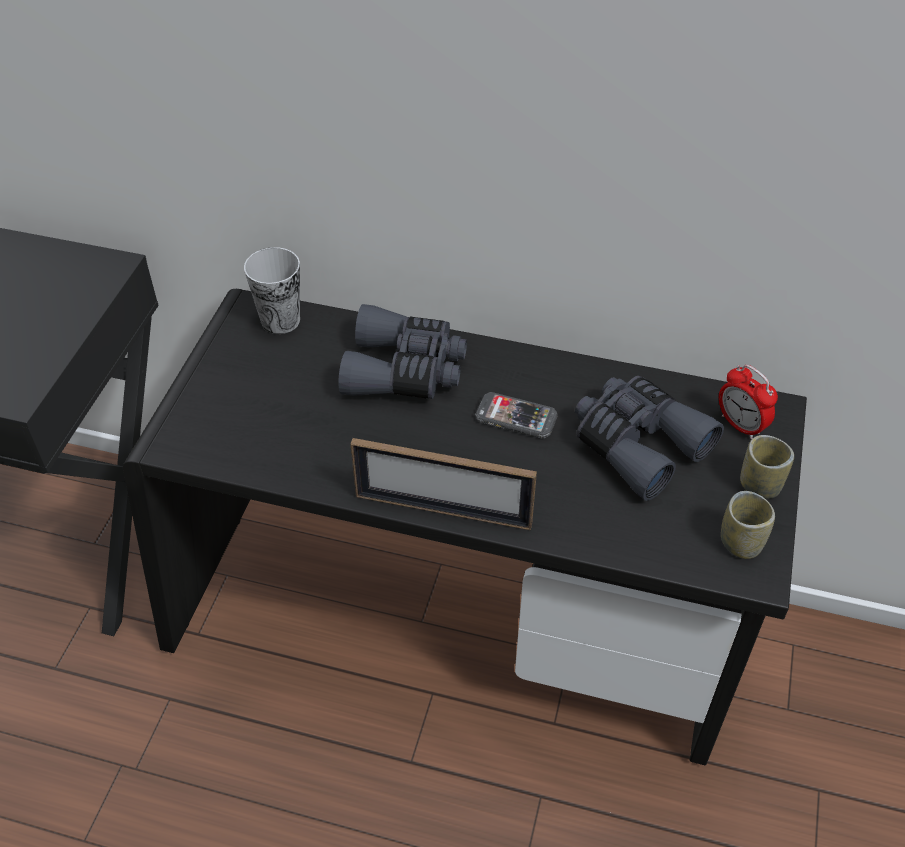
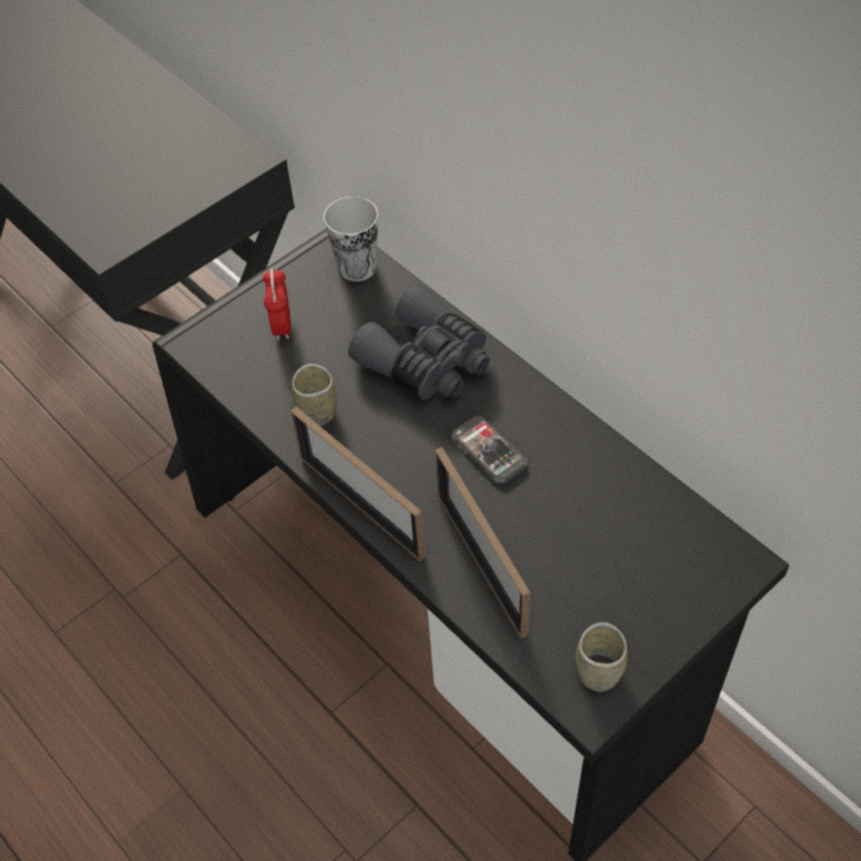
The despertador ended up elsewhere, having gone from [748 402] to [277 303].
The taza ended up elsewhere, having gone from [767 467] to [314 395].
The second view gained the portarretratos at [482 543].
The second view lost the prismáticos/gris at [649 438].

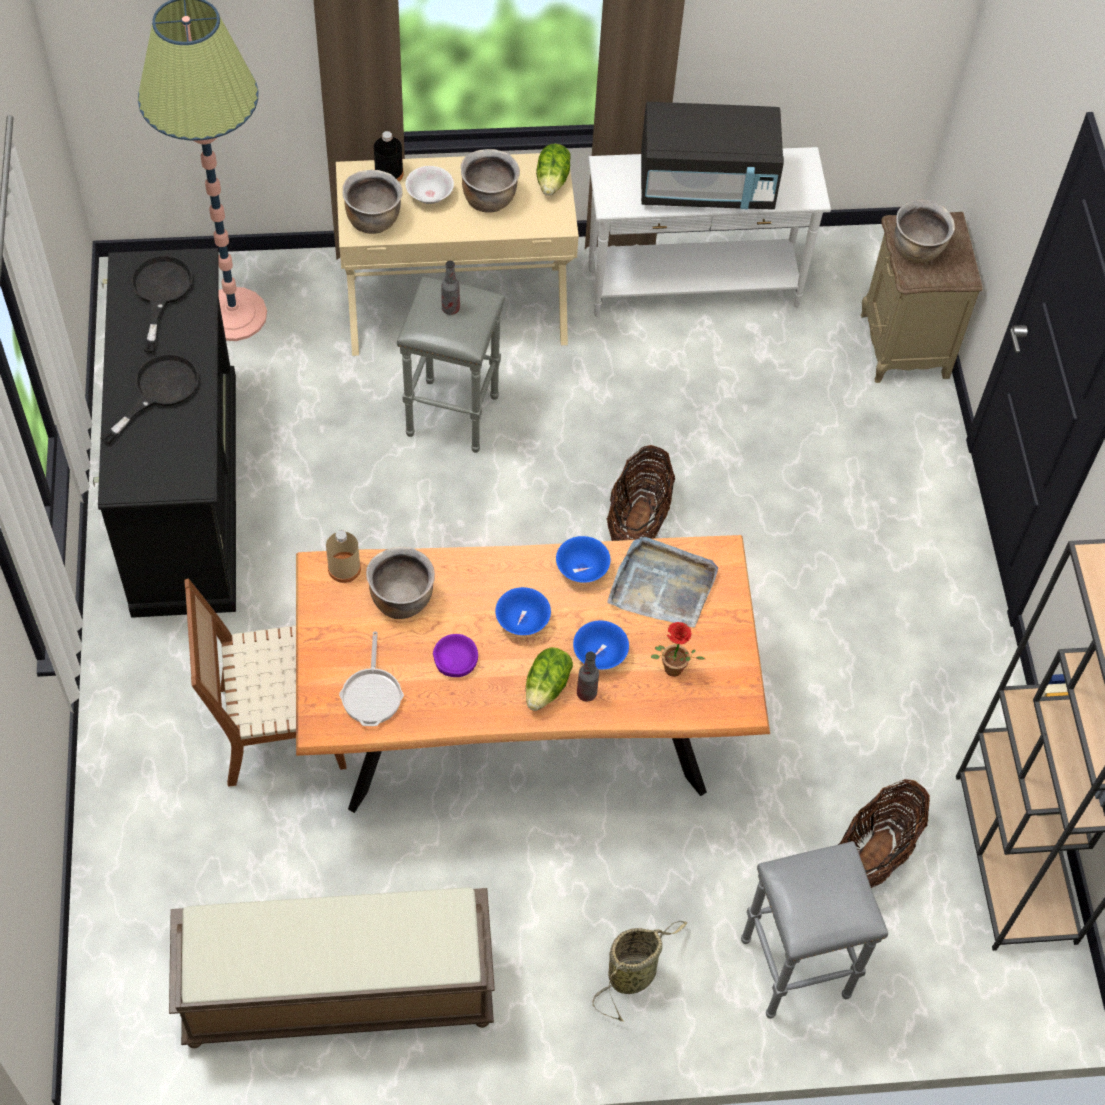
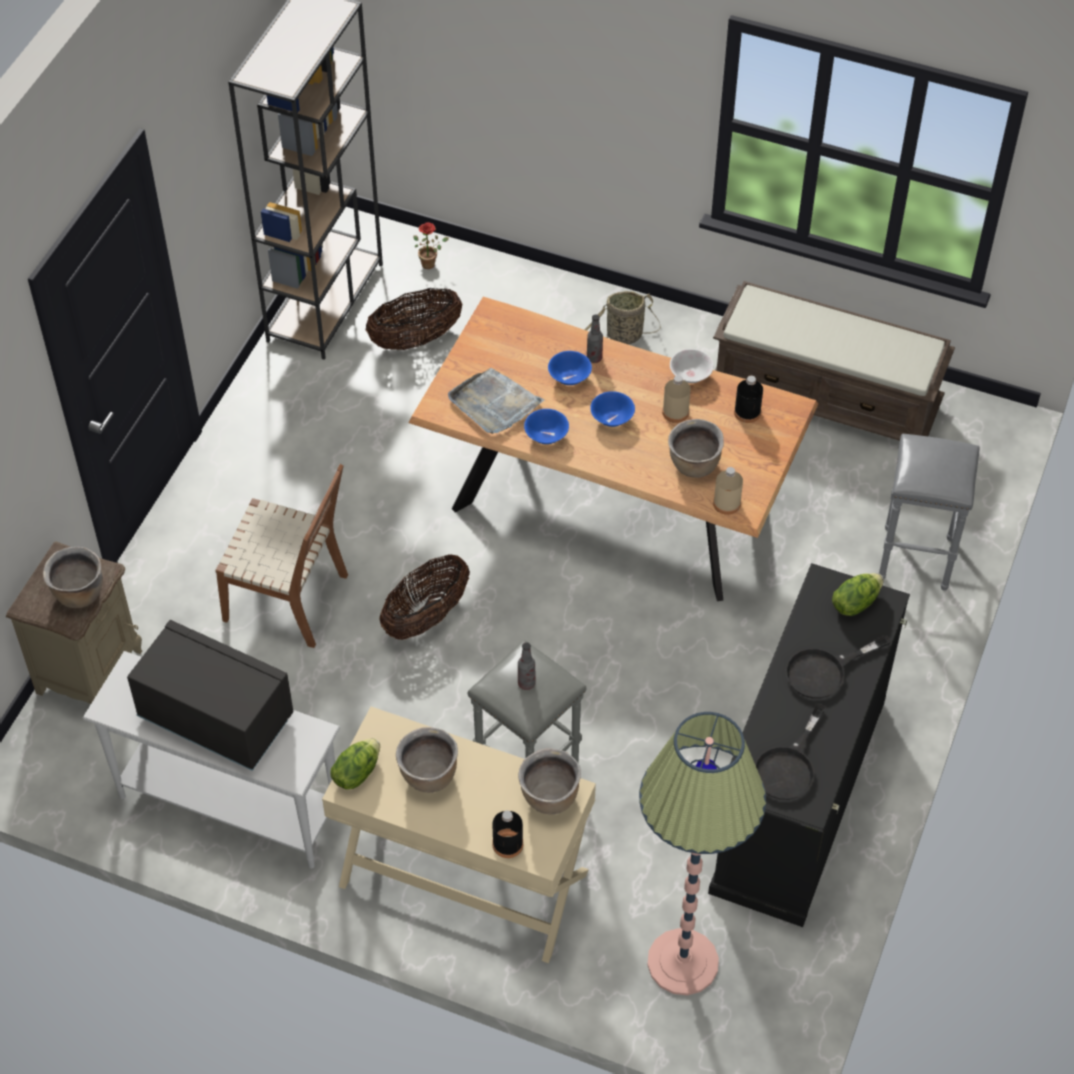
The silla ended up elsewhere, having gone from [265 682] to [281 556].
The planta en maceta ended up elsewhere, having gone from [678 649] to [431 246].
Where the cuenco/morado stood at [455 655], the botella/beis came to stand at [676 399].
The cuenco/blanco ended up elsewhere, having gone from [429 185] to [692 366].
Where the sartén stood at [371 678], the botella/negro came to stand at [748 399].
The lechuga ended up elsewhere, having gone from [549 679] to [857 594].
The taburete/gris ended up elsewhere, having gone from [814 930] to [929 512].

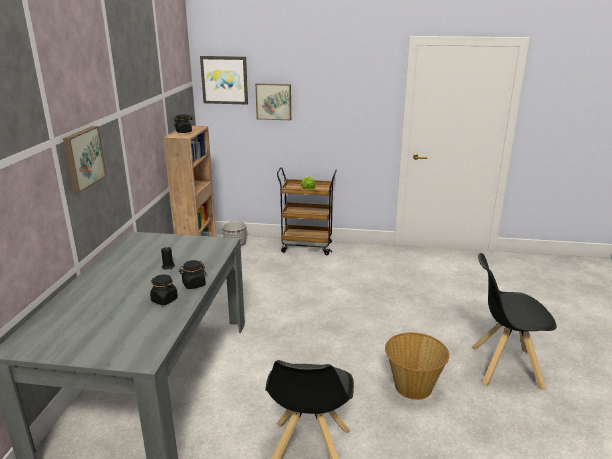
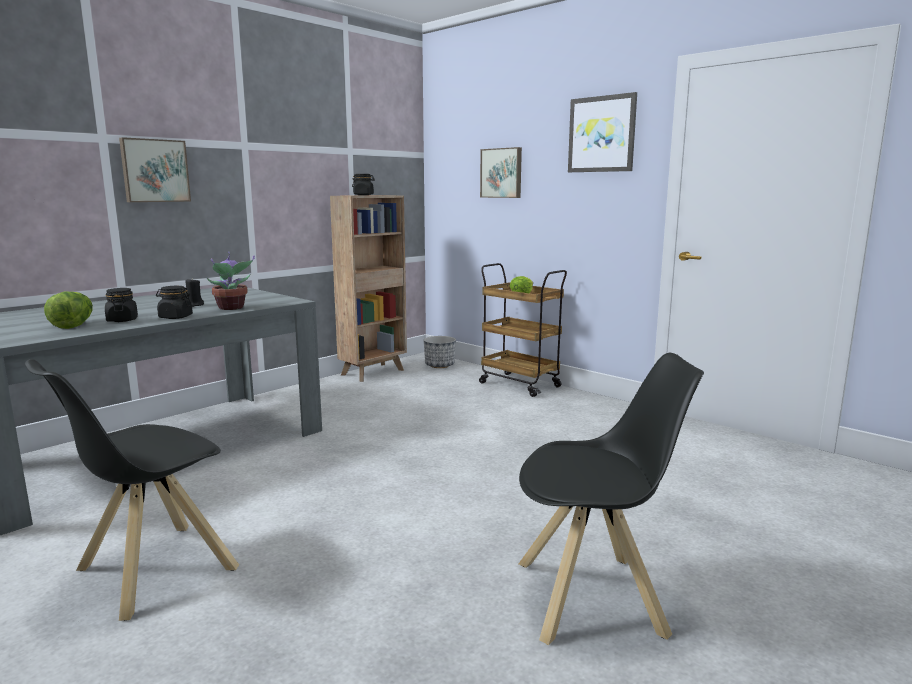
The second view gained the lechuga at [68 310].
The second view gained the planta en maceta at [230 280].
The silla/negro at [513 321] ended up facing another way, 135 degrees clockwise from before.
The cuadro ended up elsewhere, having gone from [224 80] to [602 132].
The second view lost the cesta at [417 366].

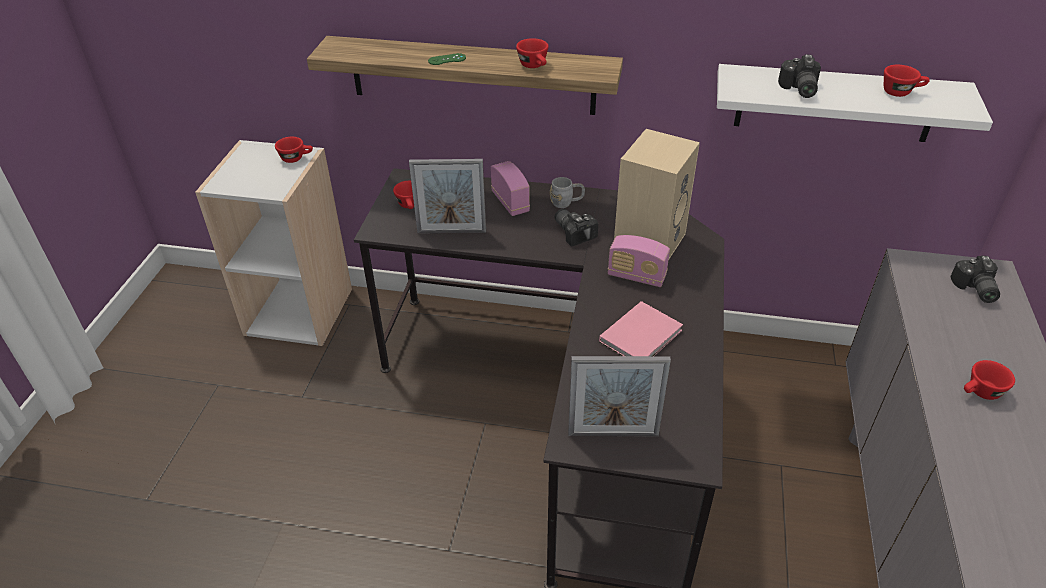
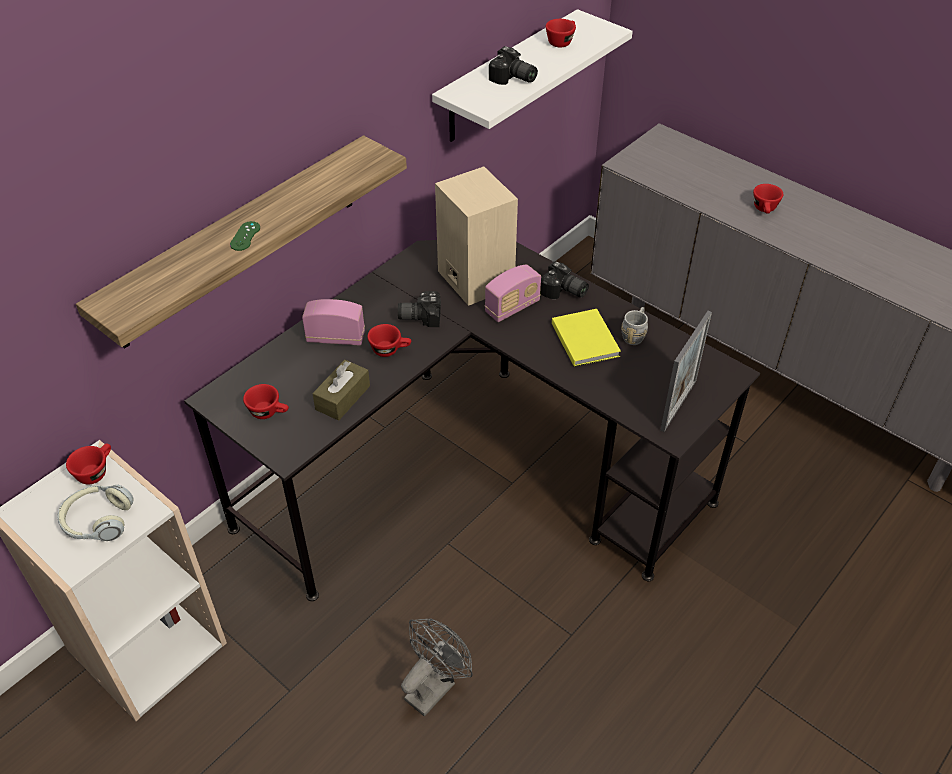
The second view gained the auriculares at [95 513].
Where the portarretratos stood at [447 196], the caja de pañuelos/marrón came to stand at [341 390].
The taza/rojo ended up elsewhere, having gone from [532 53] to [389 340].
The second view gained the ventilador/gris at [437 667].
The cámara ended up elsewhere, having gone from [975 279] to [564 280].
What was the libro/rosa at [641 328] turned into the libro/amarillo at [586 338].
The taza grande/gris ended up elsewhere, having gone from [567 192] to [634 326].

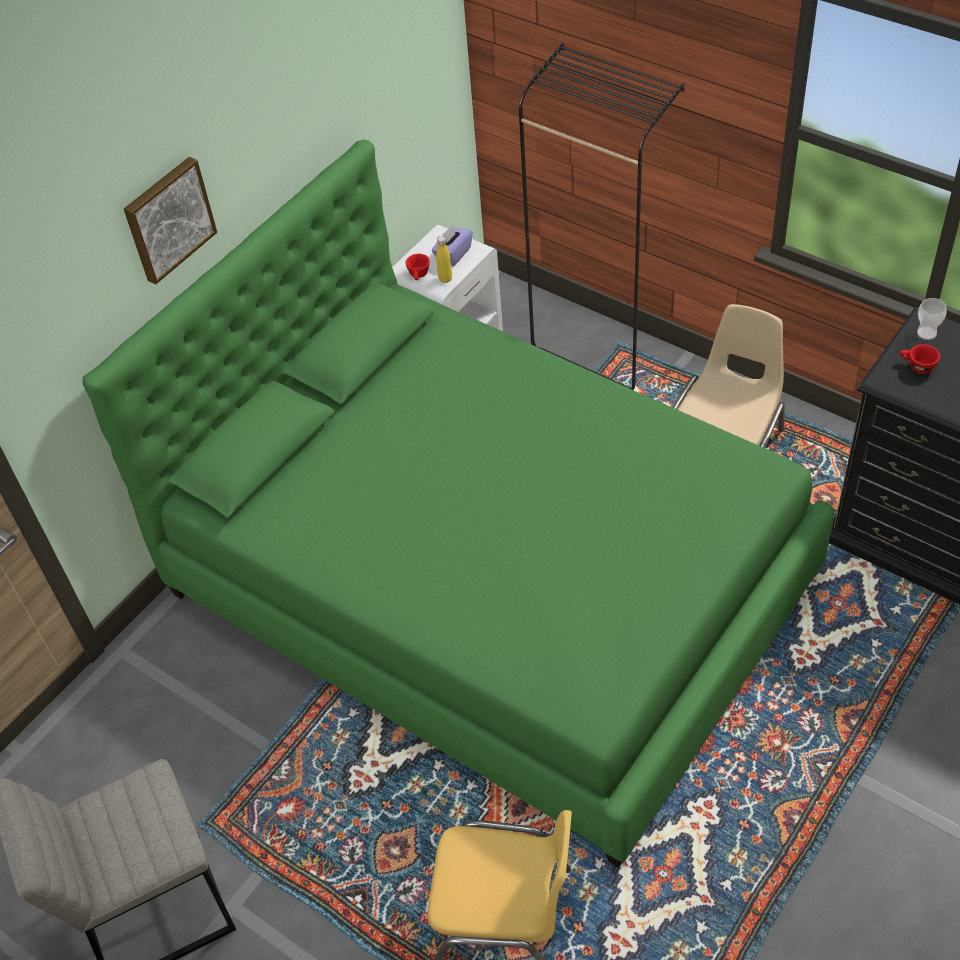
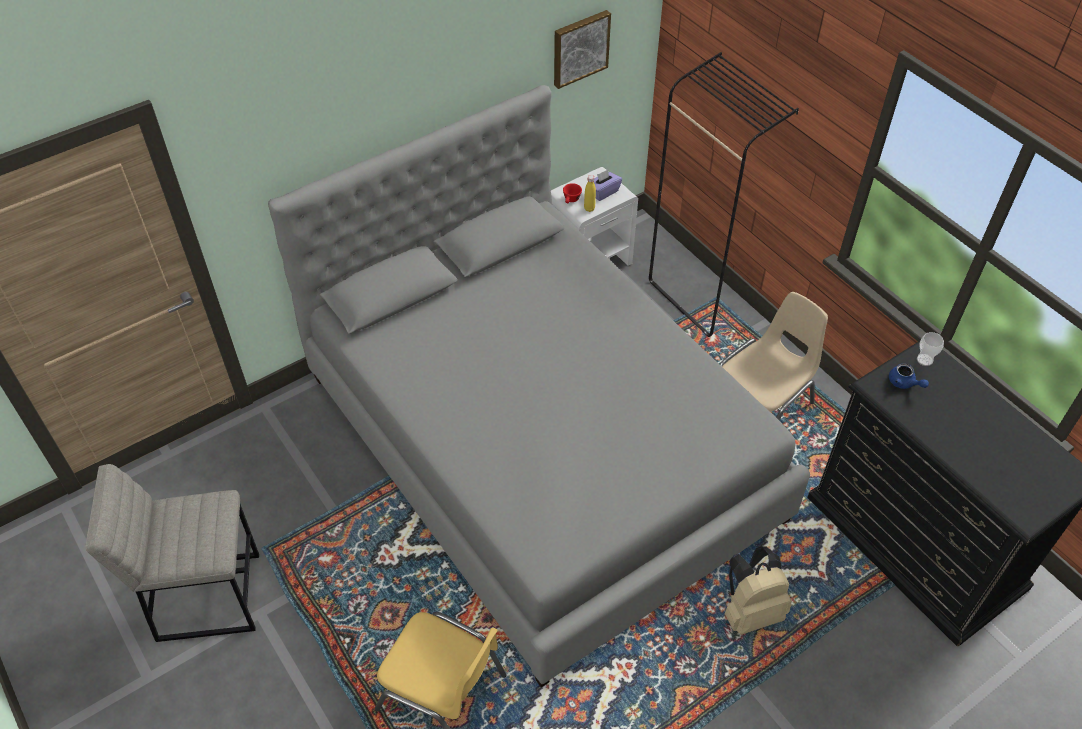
What was the cama/verde at [458 504] turned into the cama/gris at [539 386].
The cuadro ended up elsewhere, having gone from [170 221] to [582 49].
The second view gained the mochila/beis at [758 590].
Where the taza/rojo stood at [920 359], the tetera/azul came to stand at [909 376].

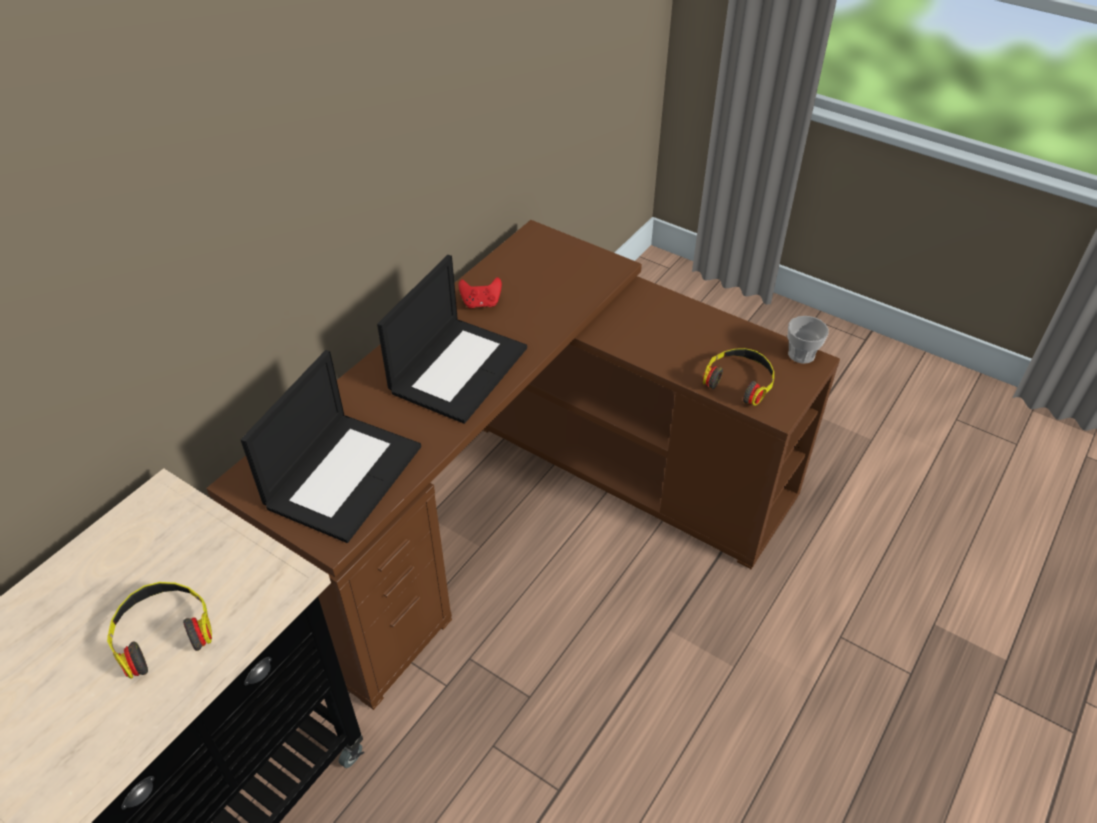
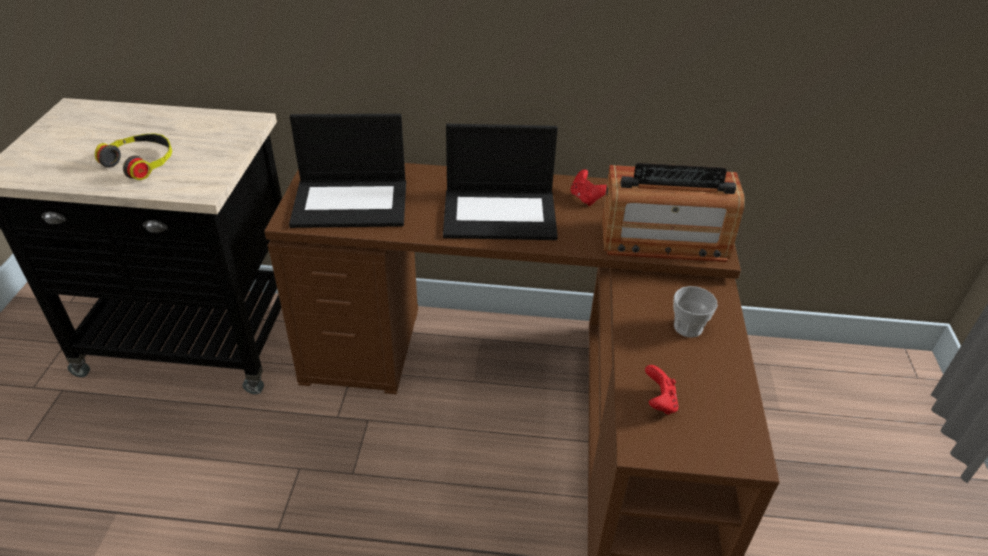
The second view gained the radio at [673 212].
Where the auriculares stood at [738 377], the mando de consola/rojo came to stand at [662 390].
The taza ended up elsewhere, having gone from [808 340] to [695 312].

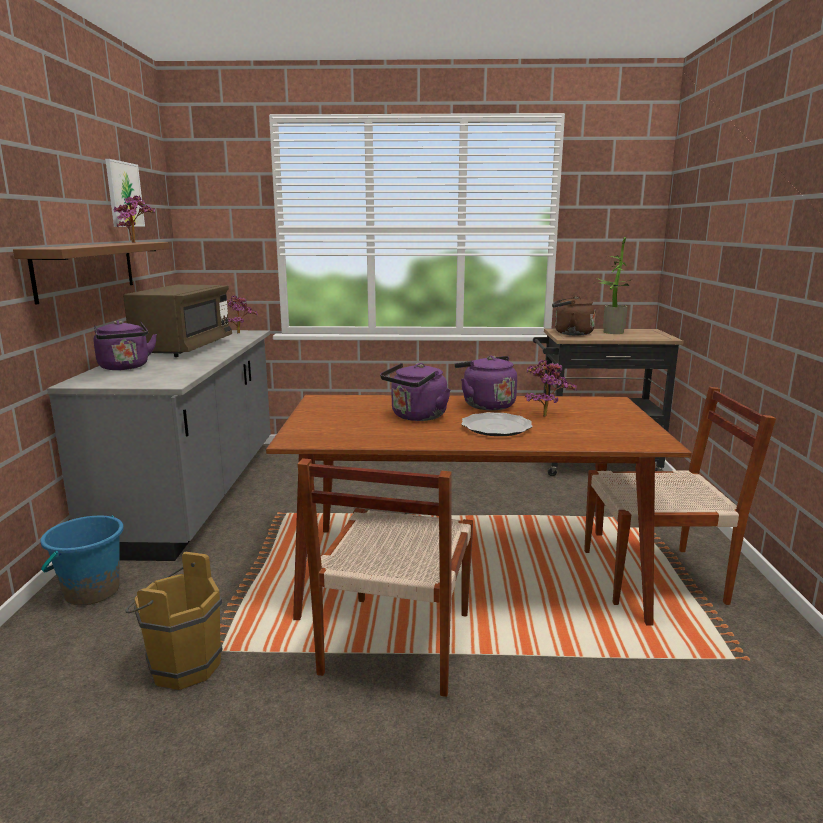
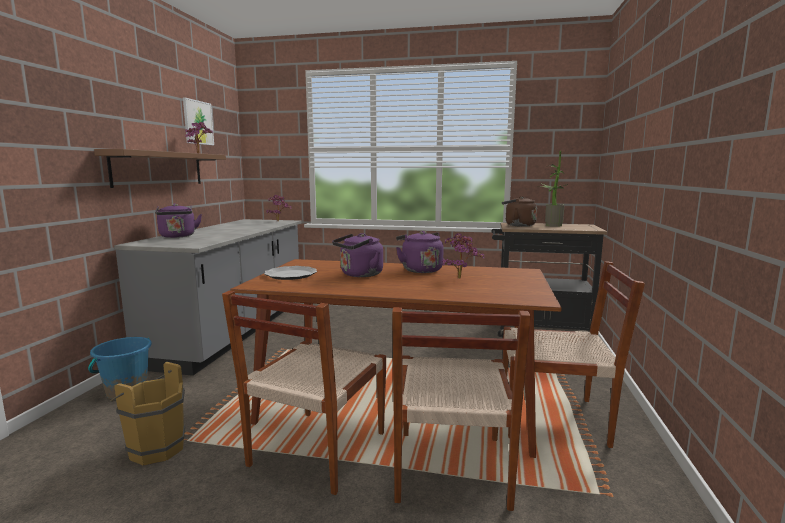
The plato ended up elsewhere, having gone from [497 424] to [291 273].
The second view gained the silla at [461 409].
The second view lost the microondas/marrón at [177 321].

